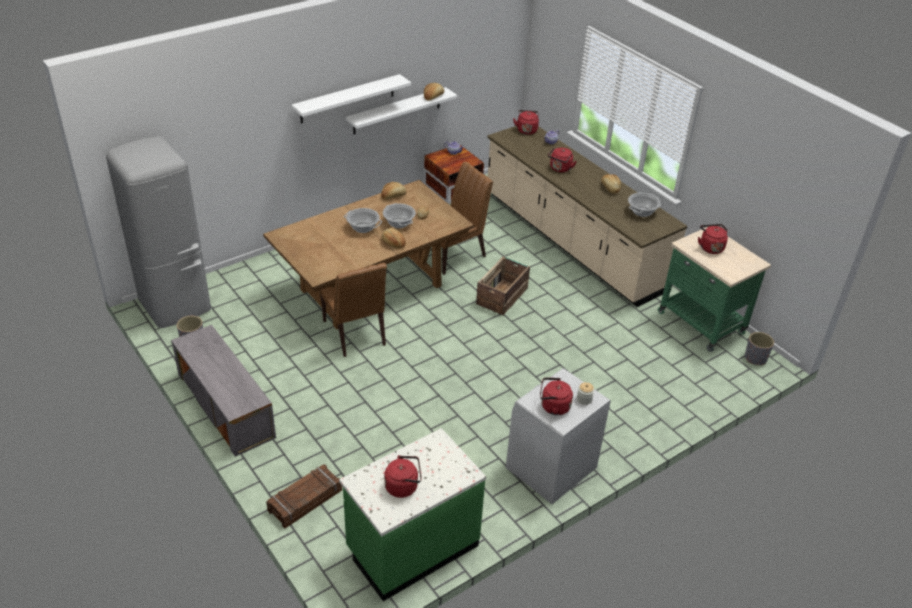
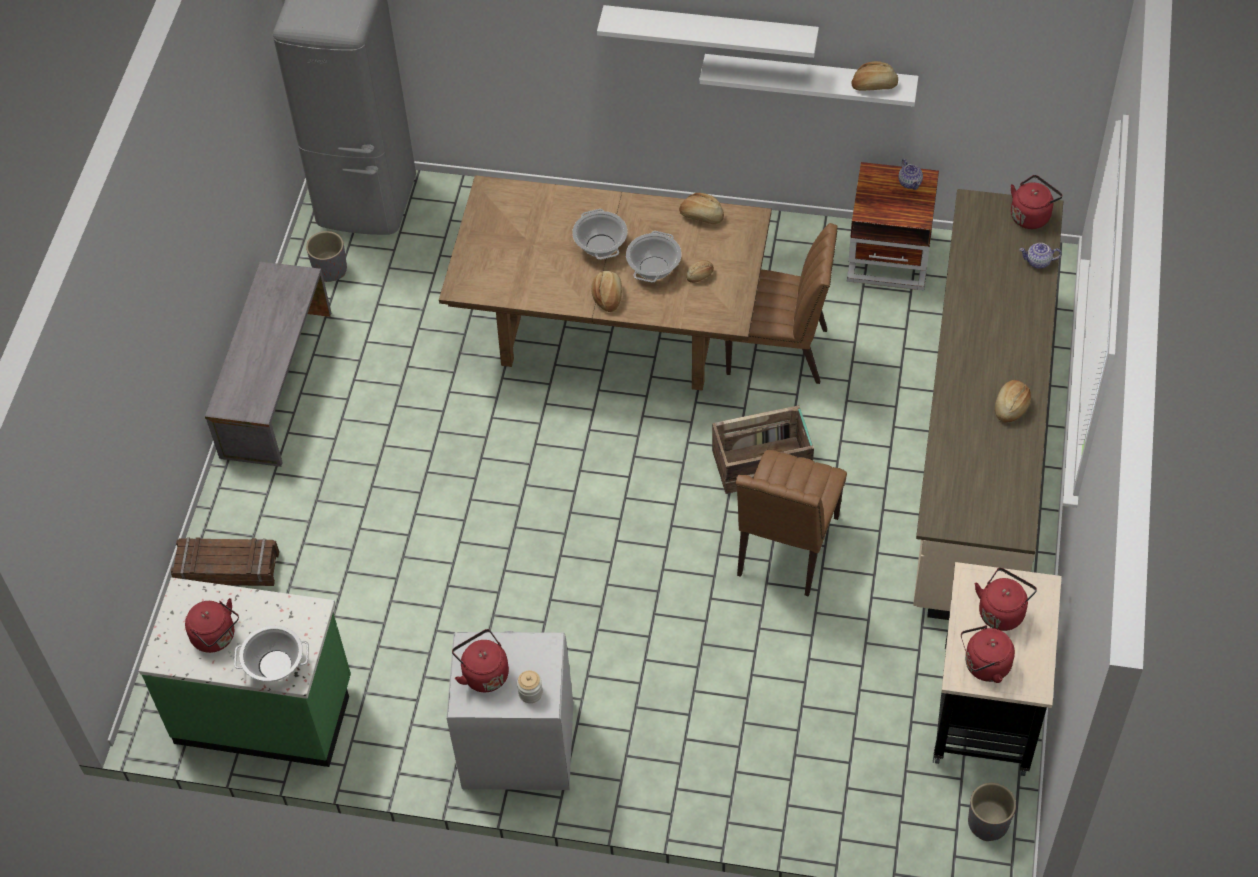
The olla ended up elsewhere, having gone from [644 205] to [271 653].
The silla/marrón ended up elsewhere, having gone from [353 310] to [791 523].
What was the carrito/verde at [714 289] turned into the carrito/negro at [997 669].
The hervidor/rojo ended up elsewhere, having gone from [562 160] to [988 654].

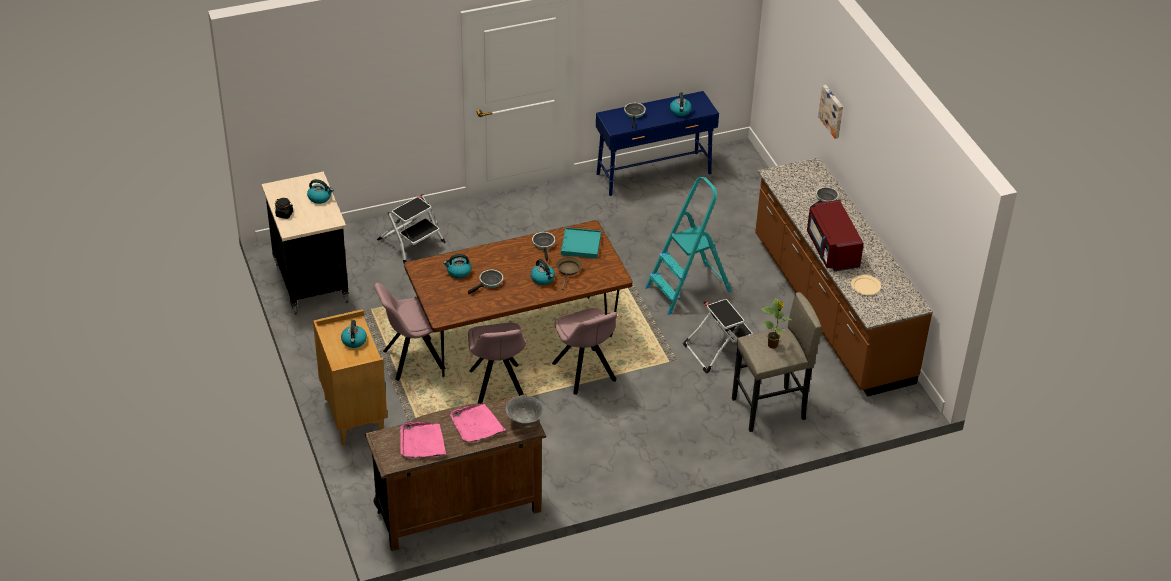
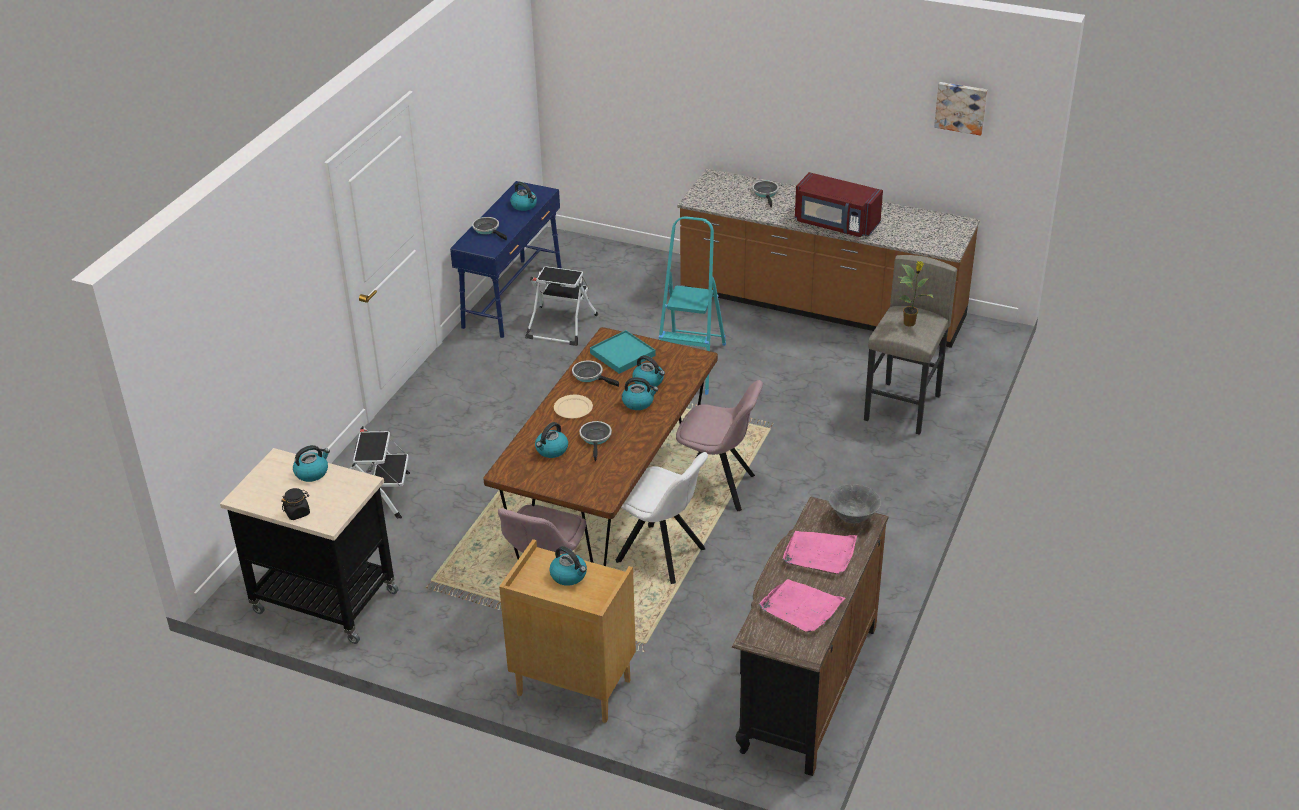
The escalera de tijera ended up elsewhere, having gone from [717 336] to [561 306].
The plato/beis ended up elsewhere, having gone from [866 285] to [573 406].
What was the silla/rosa at [497 363] turned into the silla/blanco at [662 518].
Where the sartén/marrón stood at [569 273], the hervidor came to stand at [648 371].
The cuadro ended up elsewhere, having gone from [830 112] to [960 109].

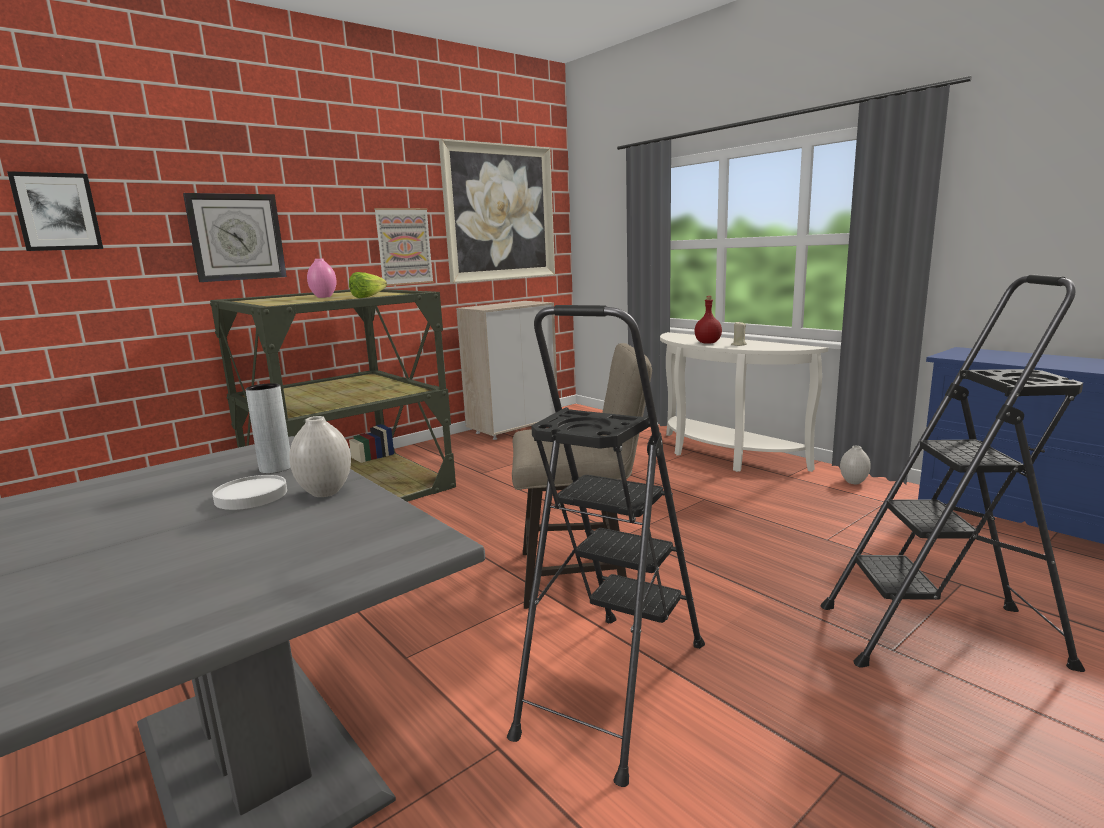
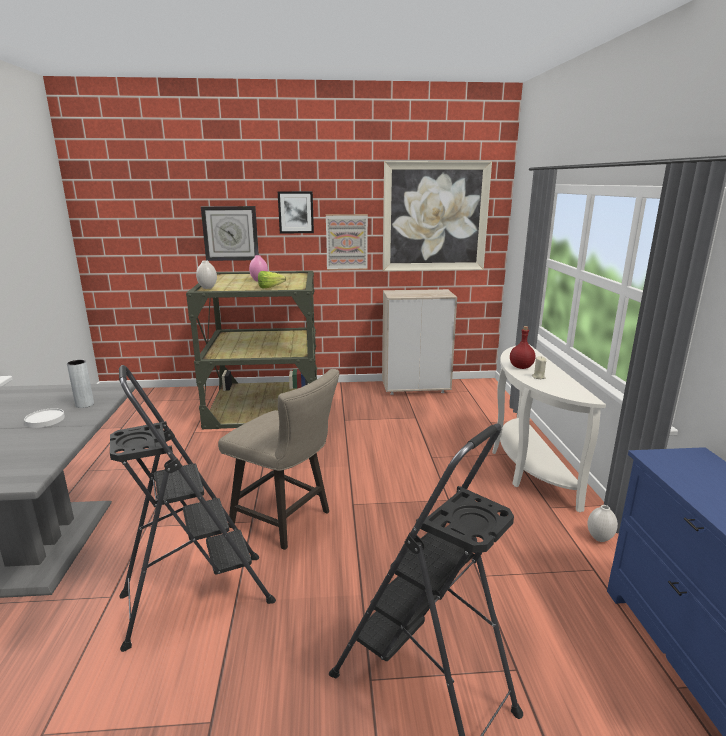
The florero/blanco ended up elsewhere, having gone from [320 456] to [206 274].
The cuadro ended up elsewhere, having gone from [55 211] to [296 212].

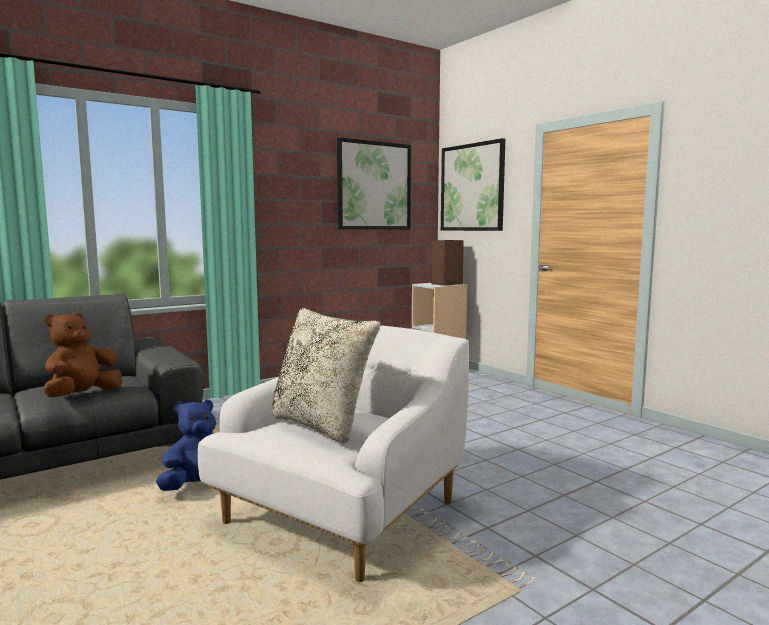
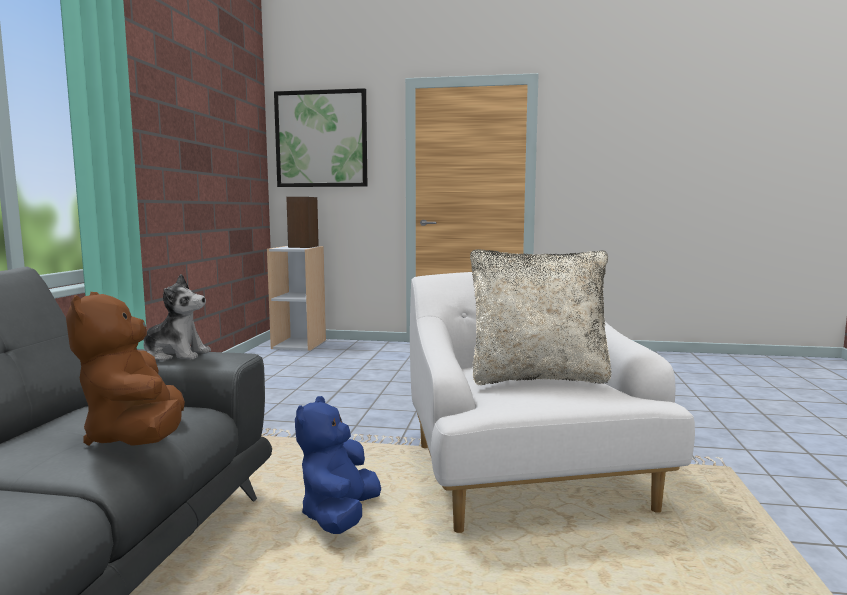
The second view gained the peluche at [177 317].
The second view lost the cuadro at [374 183].

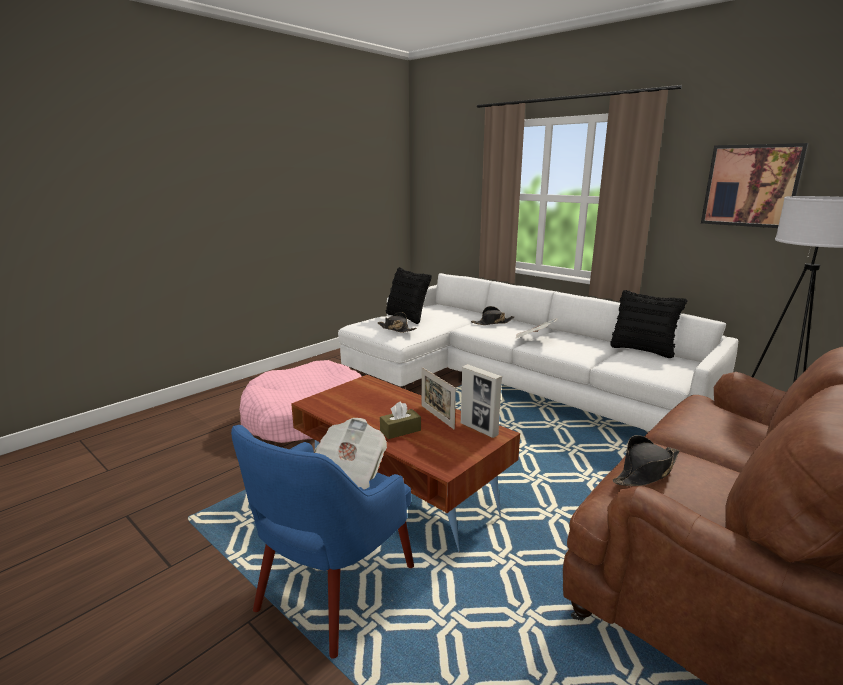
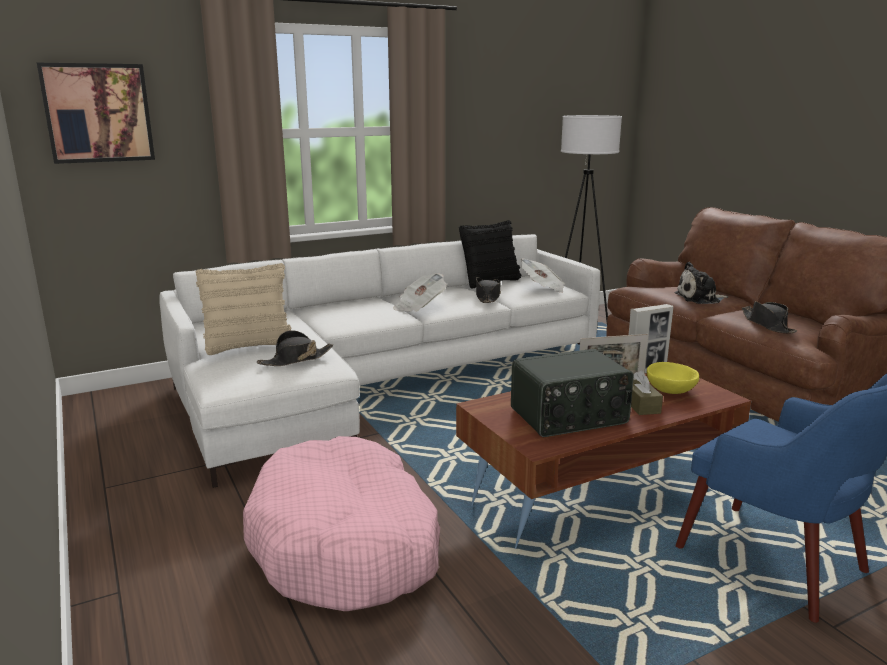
The cuadro ended up elsewhere, having gone from [754 185] to [96 113].
What was the cojín/negro at [409 295] turned into the cojín/beis at [244 309].
The sombrero/negro ended up elsewhere, having gone from [492 315] to [488 290].
The second view gained the radio at [572 393].
The periódico ended up elsewhere, having gone from [350 453] to [543 276].
The second view gained the cuenco/amarillo at [673 378].
The second view gained the peluche at [701 283].

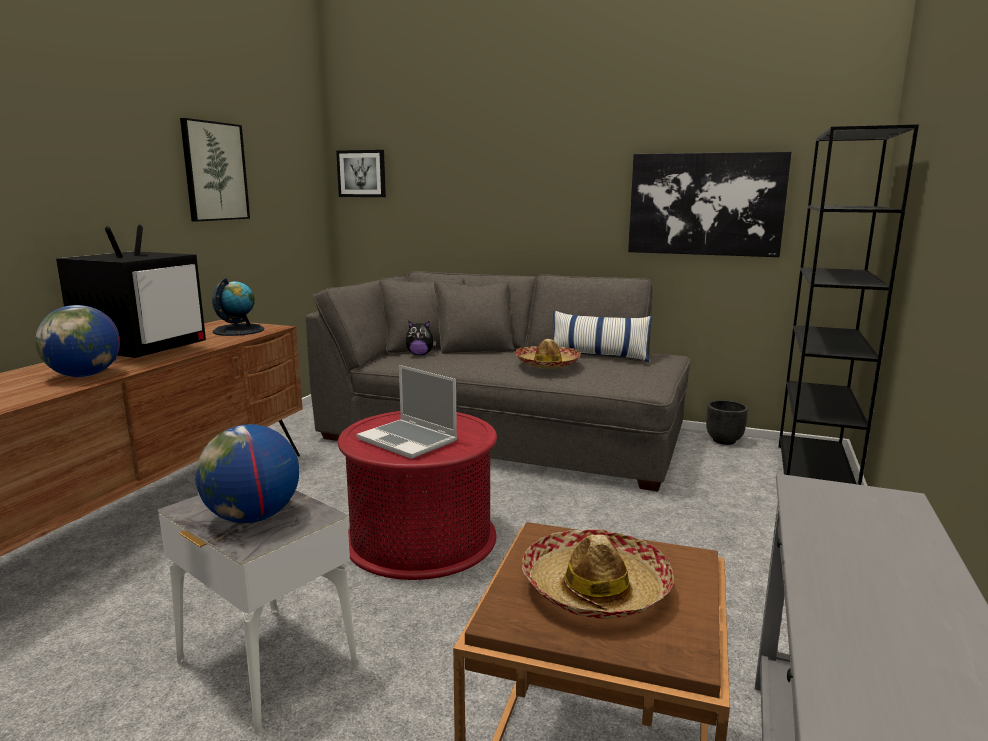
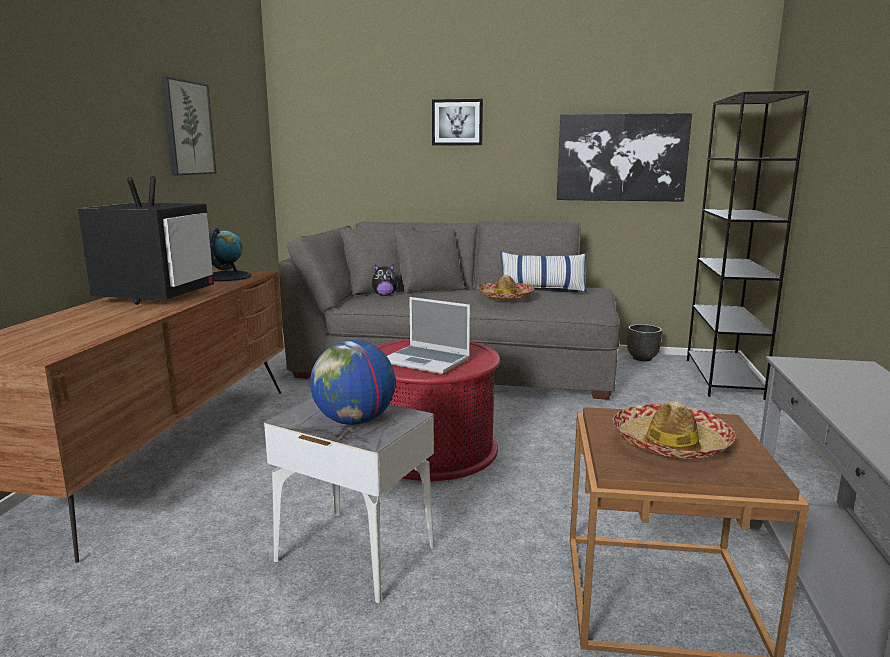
The cuadro ended up elsewhere, having gone from [361 173] to [457 122].
The second view lost the globo terráqueo at [77 341].

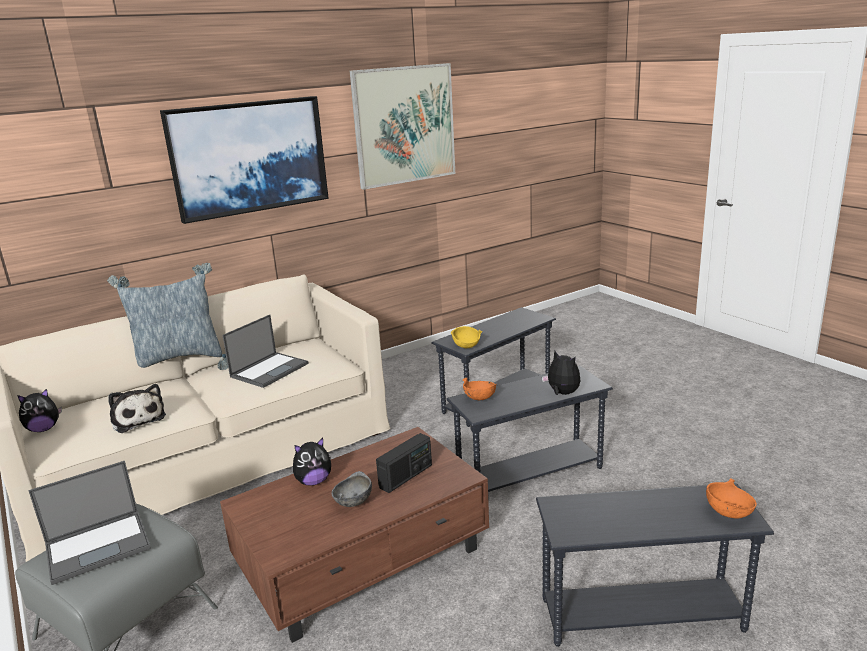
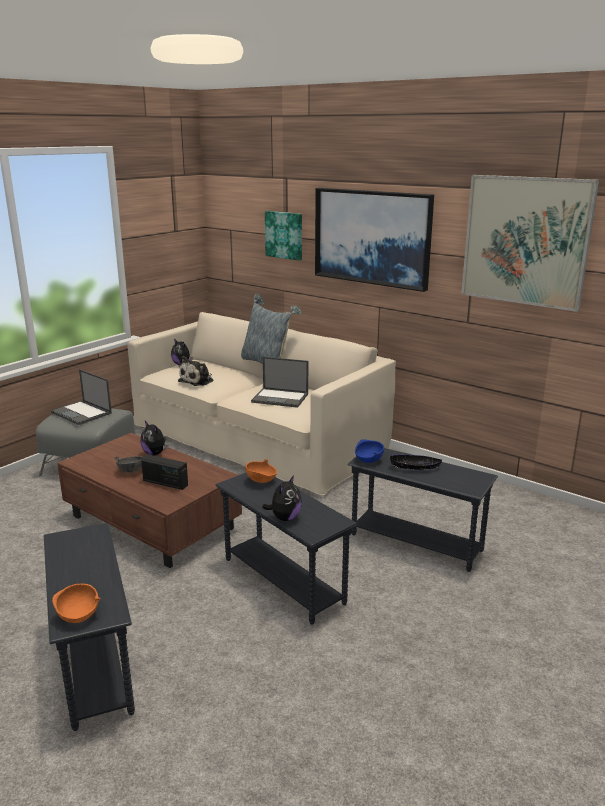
The second view gained the cuadro at [283 235].
What was the cuenco/amarillo at [466 337] turned into the cuenco/azul at [369 451].
The second view gained the cuenco/negro at [416 462].

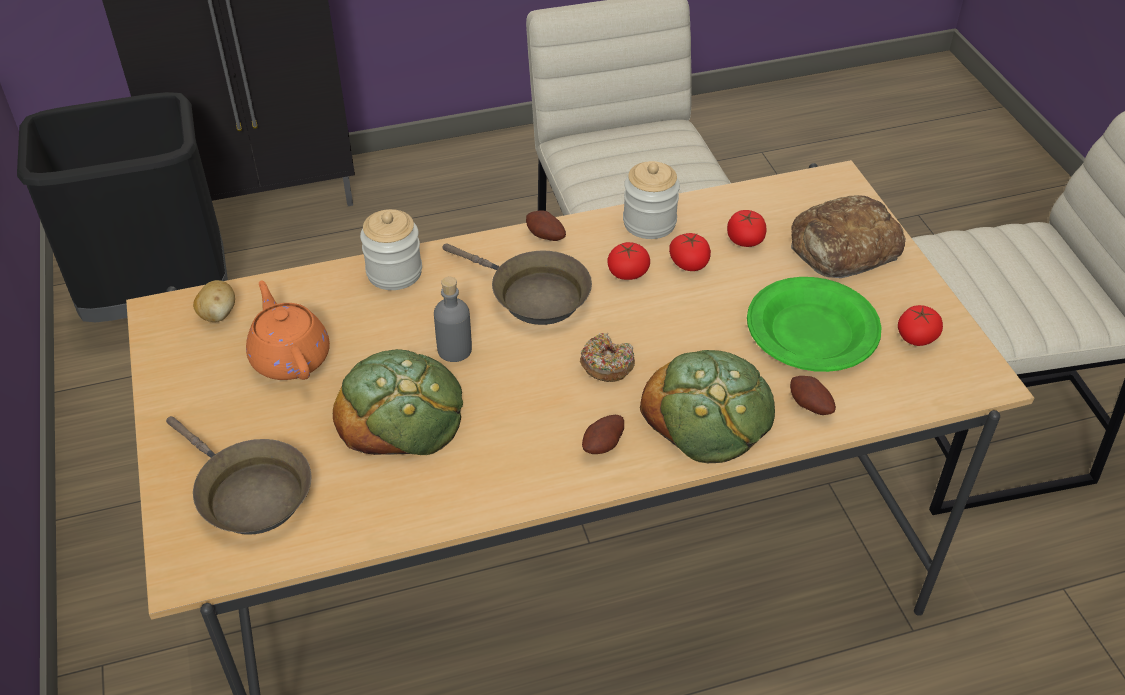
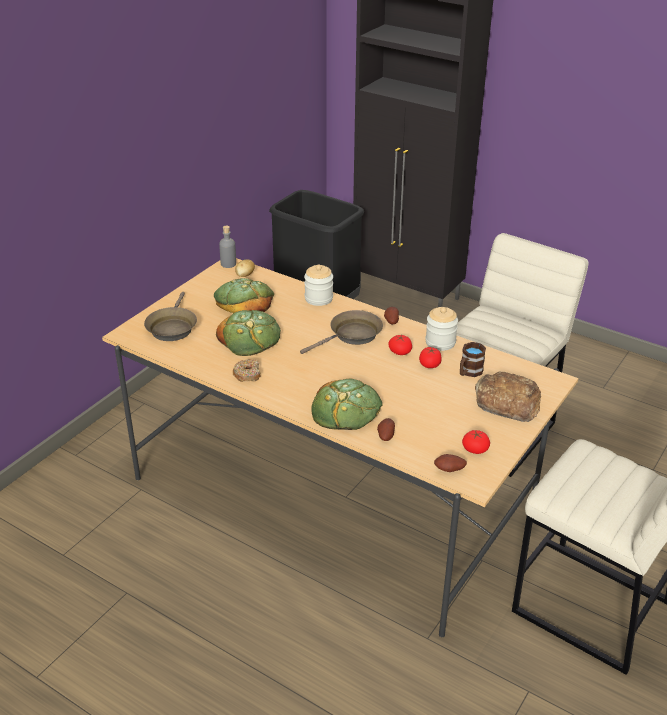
Where the tetera/naranja stood at [288 330], the pan came to stand at [244 295].
The botella/gris ended up elsewhere, having gone from [453 319] to [227 246].
The rosquilla ended up elsewhere, having gone from [607 357] to [247 370].
The sartén/marrón at [517 284] ended up facing another way, 120 degrees counterclockwise from before.
The patata ended up elsewhere, having gone from [603 434] to [450 463].
Where the tomate stood at [746 228], the taza grande/marrón came to stand at [473 359].
The second view lost the plato/verde at [814 324].

